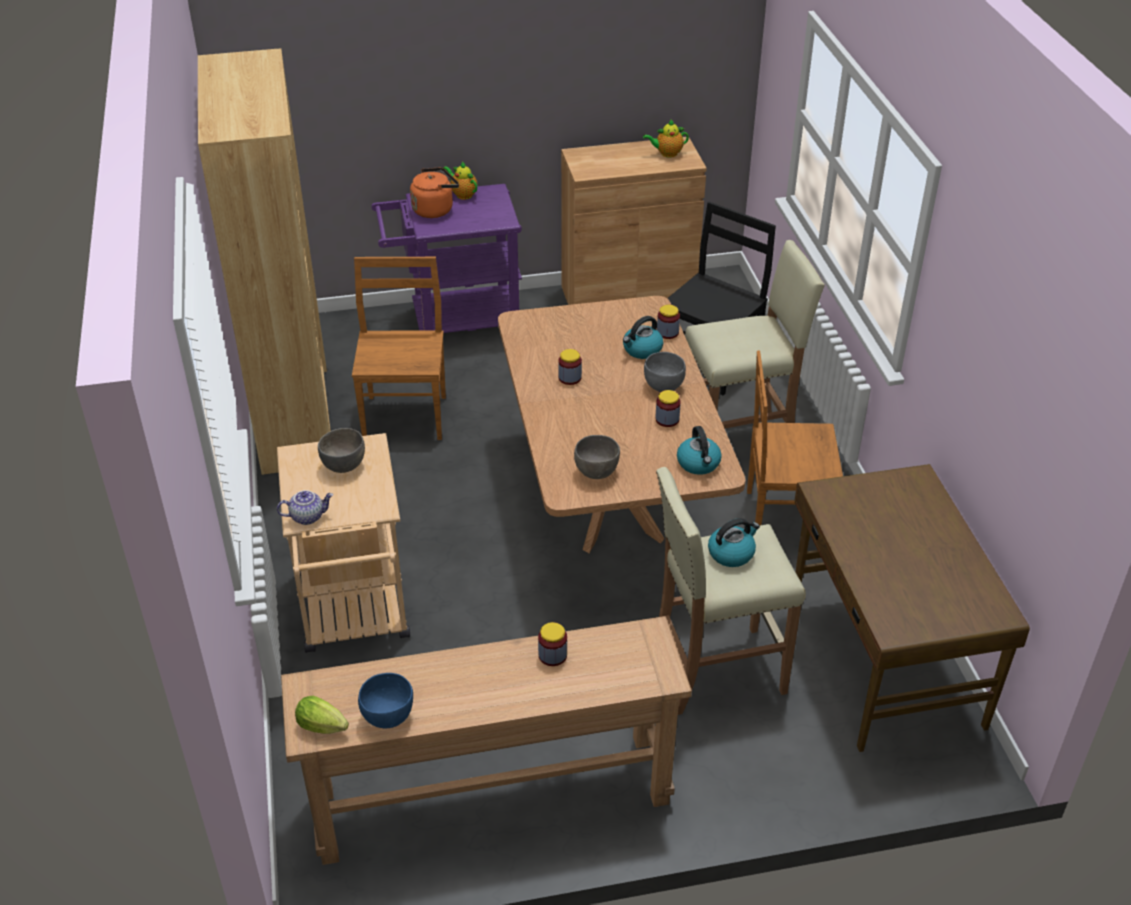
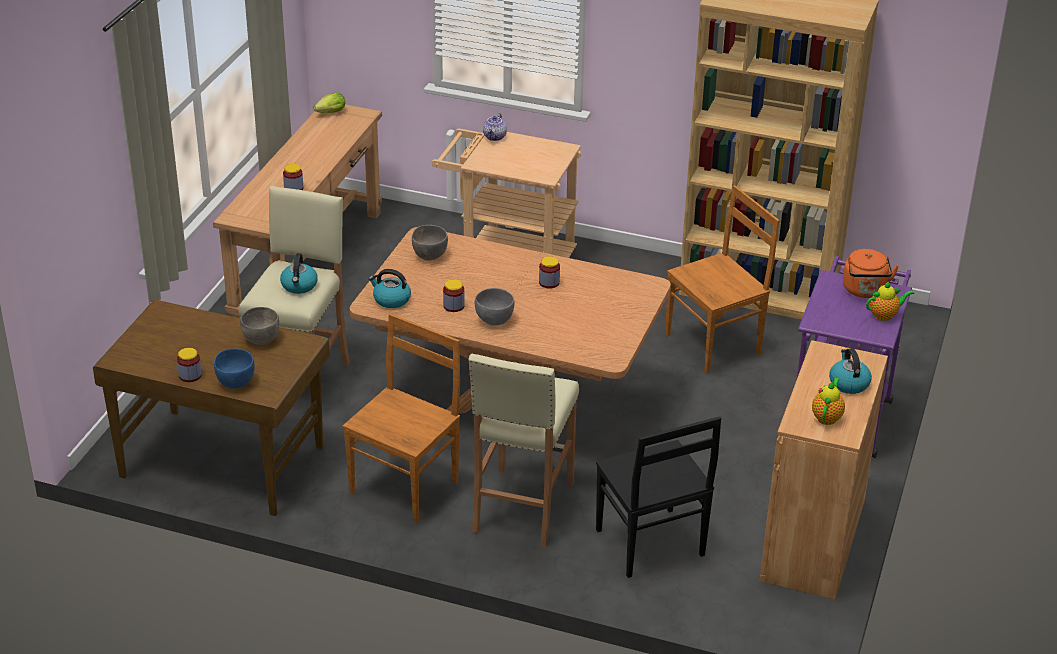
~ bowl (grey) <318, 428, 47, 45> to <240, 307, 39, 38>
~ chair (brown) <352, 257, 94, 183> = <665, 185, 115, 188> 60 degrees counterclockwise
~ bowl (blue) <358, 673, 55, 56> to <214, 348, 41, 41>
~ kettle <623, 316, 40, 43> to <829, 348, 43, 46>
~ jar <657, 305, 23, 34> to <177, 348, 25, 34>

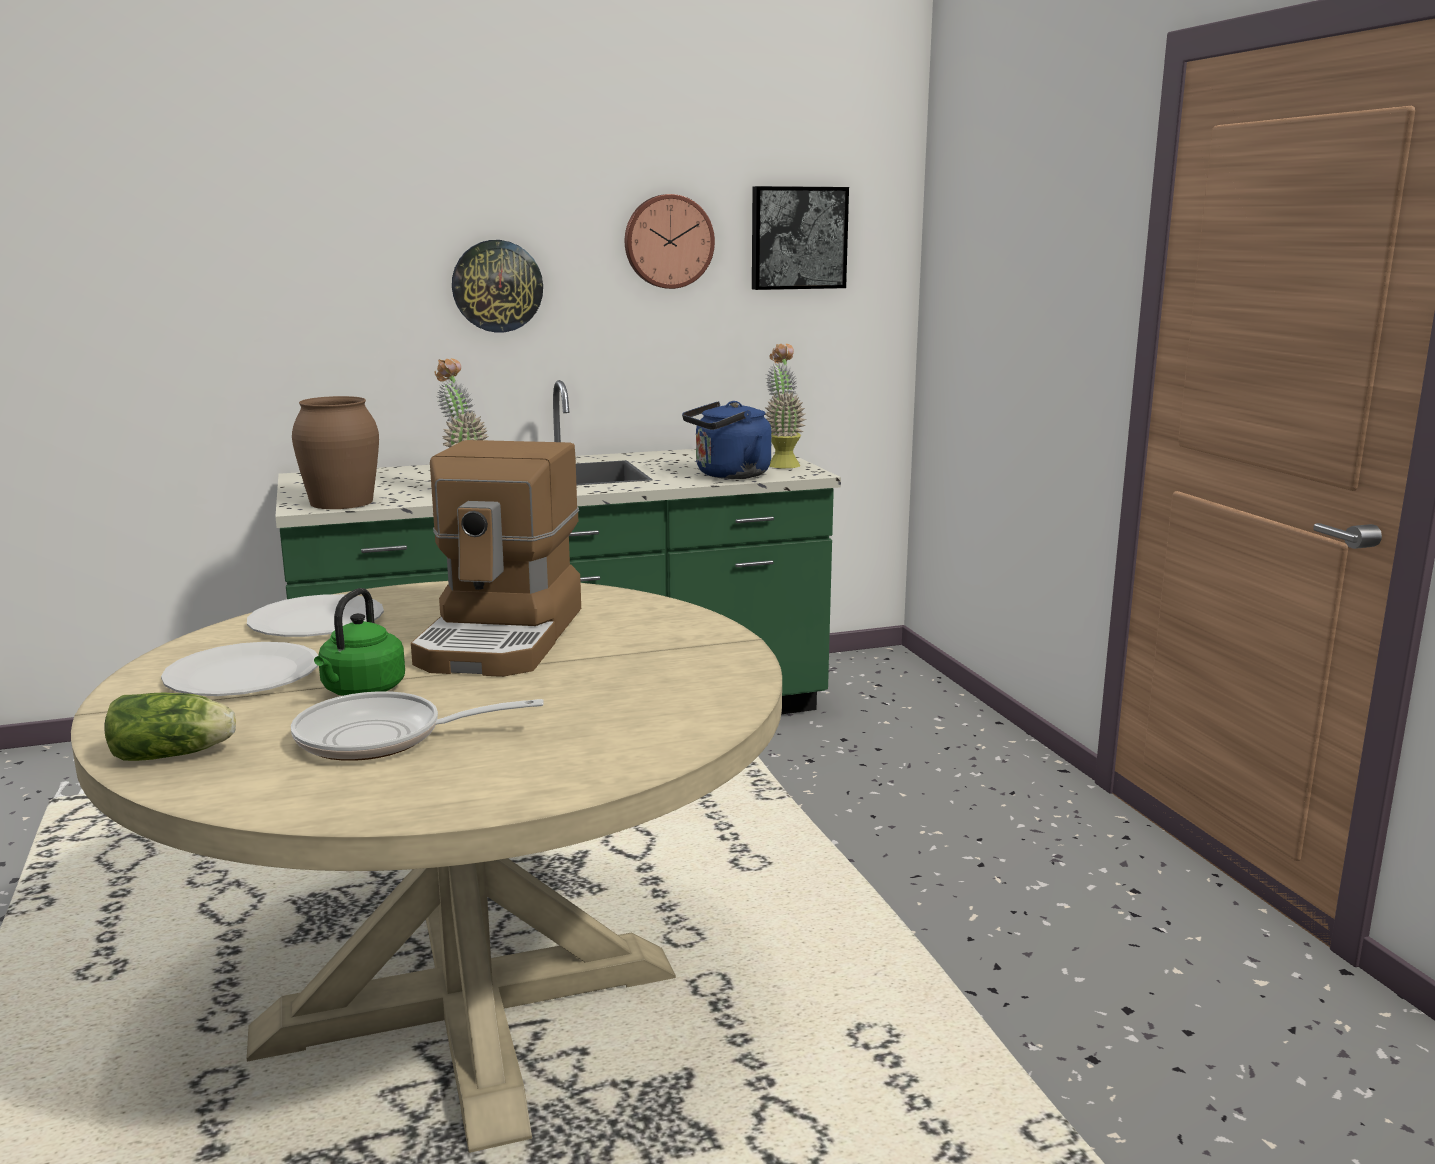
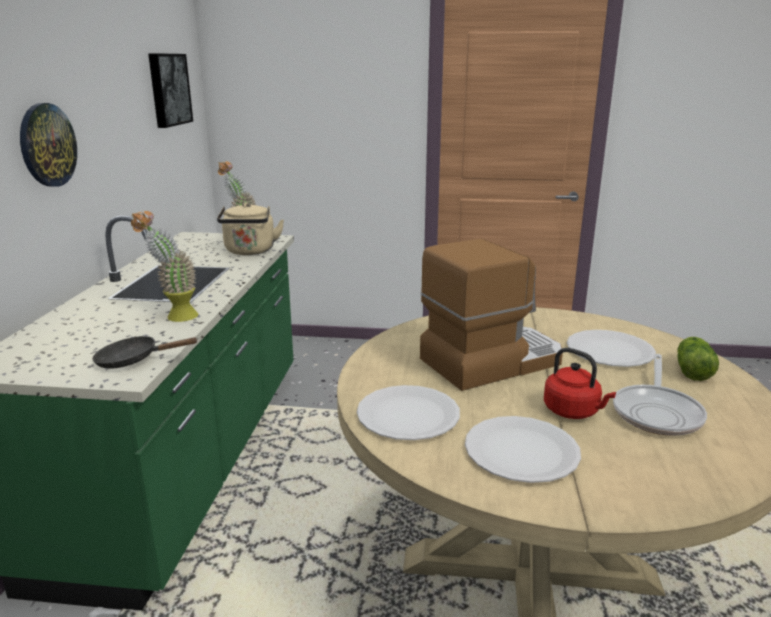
~ lettuce <105, 692, 131, 69> to <677, 337, 42, 44>
~ vase (brown) <292, 396, 87, 113> to frying pan (black) <92, 336, 106, 33>
~ kettle (green) <314, 588, 91, 108> to kettle (red) <544, 348, 72, 71>
~ coffee machine <411, 440, 170, 237> = <420, 239, 143, 152> 60 degrees counterclockwise
- wall clock <625, 194, 90, 95>
~ kettle (blue) <682, 401, 90, 78> to kettle (beige) <217, 203, 67, 52>
+ plate (white) <567, 330, 89, 37>

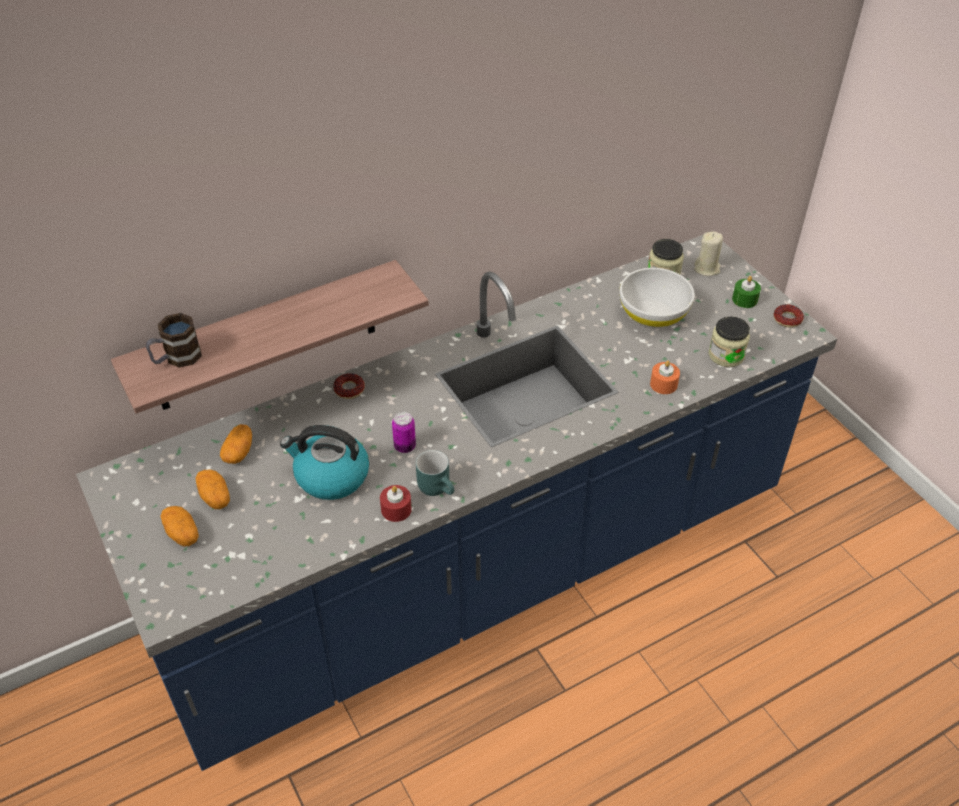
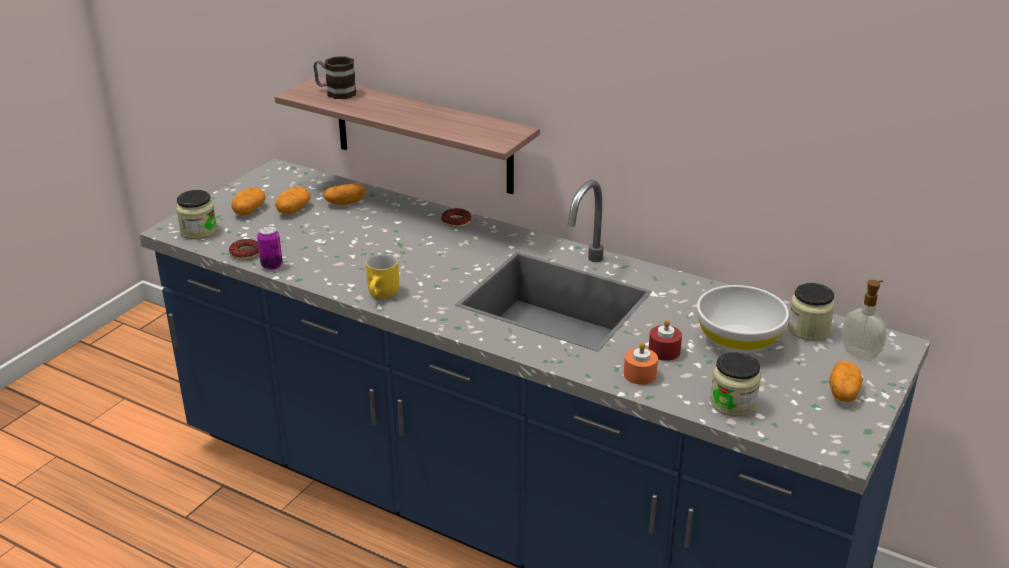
- kettle <280, 425, 89, 75>
~ candle (red) <380, 485, 32, 37> to <649, 319, 33, 42>
~ can <392, 412, 24, 41> to <257, 226, 25, 44>
~ mug (turquoise) <416, 450, 38, 46> to mug (yellow) <366, 254, 33, 45>
~ candle (beige) <694, 232, 29, 44> to soap dispenser <842, 280, 45, 81>
~ candle (green) <732, 276, 29, 32> to potato <829, 361, 34, 41>
~ donut <774, 304, 30, 24> to <229, 239, 30, 21>
+ jar <176, 190, 41, 49>

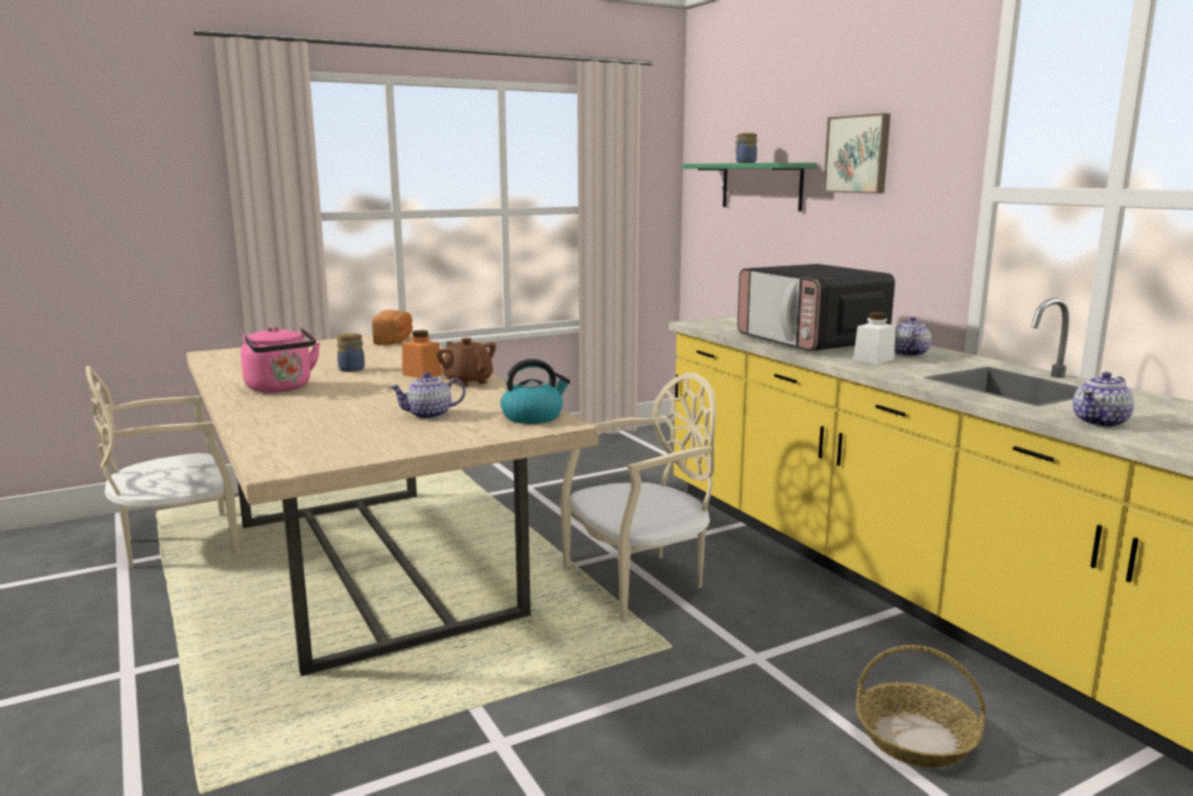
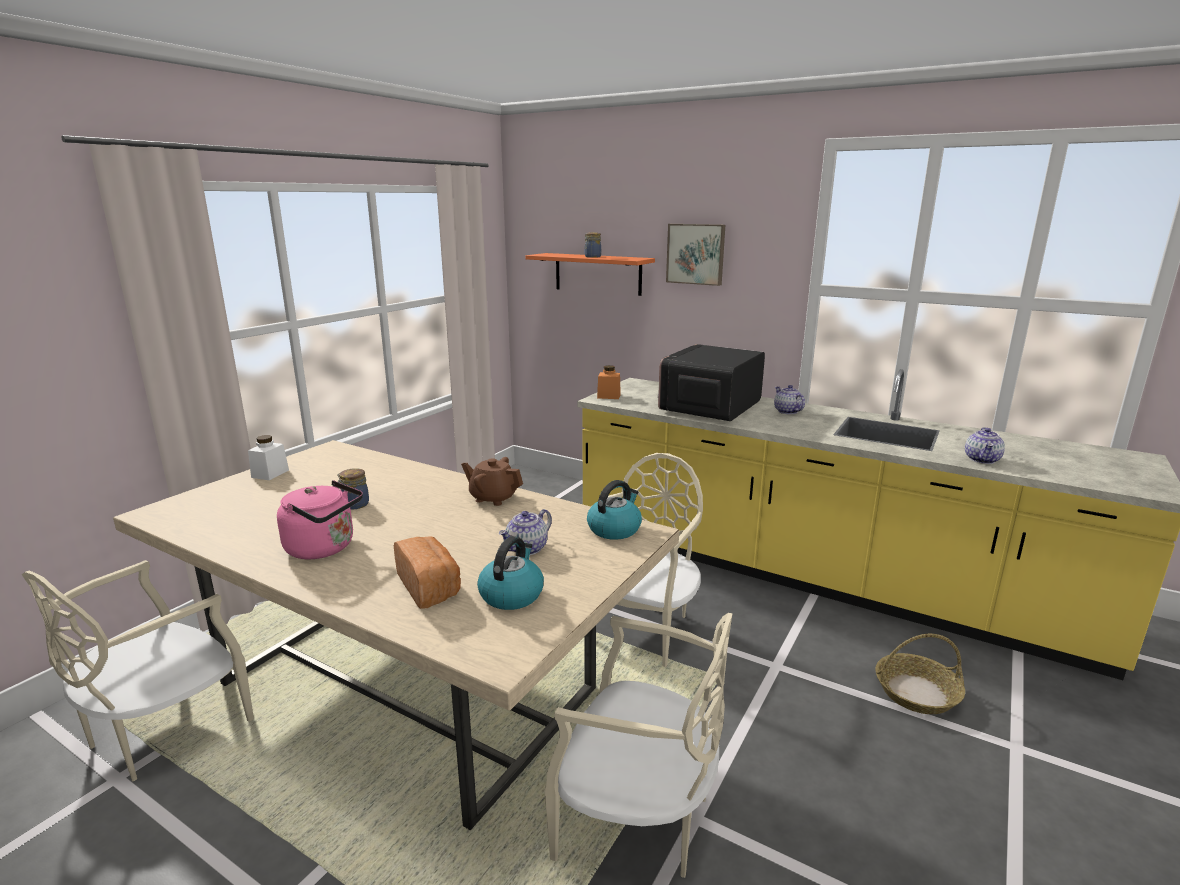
~ bread <372, 310, 40, 35> to <394, 536, 67, 73>
~ jar (orange) <402, 330, 40, 48> to <597, 365, 24, 34>
~ shelf (green) <682, 163, 135, 48> to shelf (orange) <526, 253, 129, 43>
~ microwave <737, 264, 158, 87> = <658, 344, 107, 77> 90 degrees clockwise
~ jar (white) <853, 312, 43, 52> to <248, 435, 41, 45>
+ kettle <477, 536, 67, 74>
+ chair (beige) <545, 613, 187, 265>

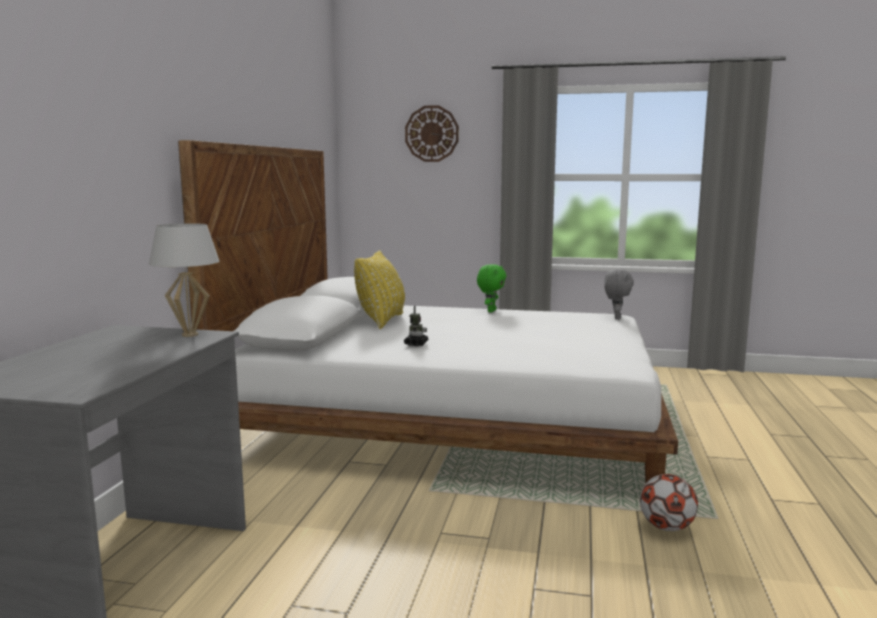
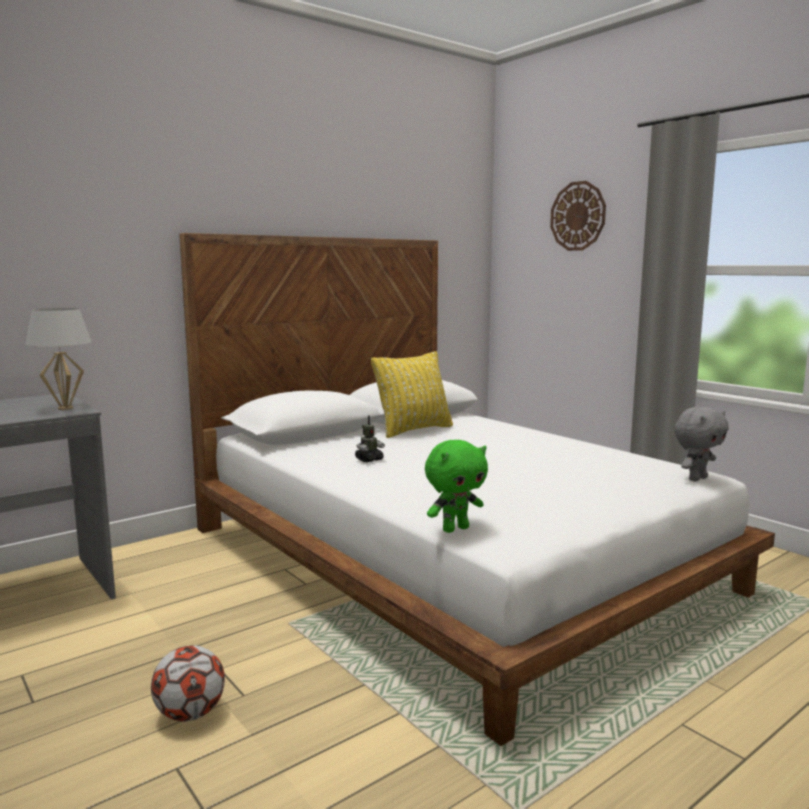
~ plush toy (green) <477, 264, 29, 48> to <425, 440, 63, 93>
~ football <640, 474, 58, 57> to <151, 645, 74, 77>

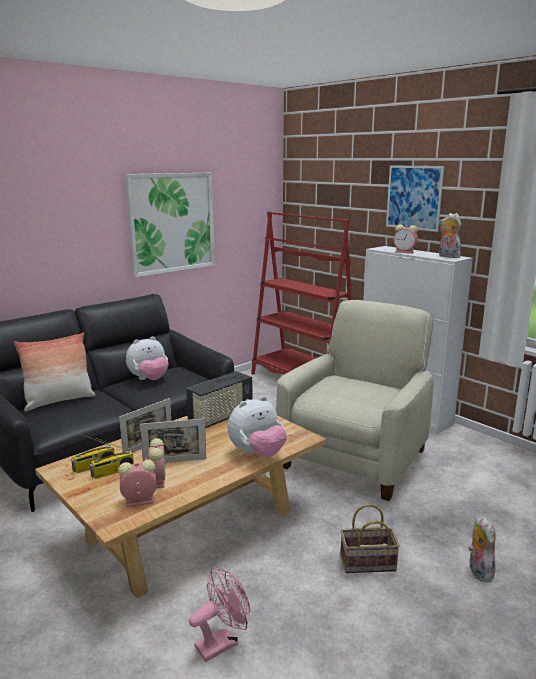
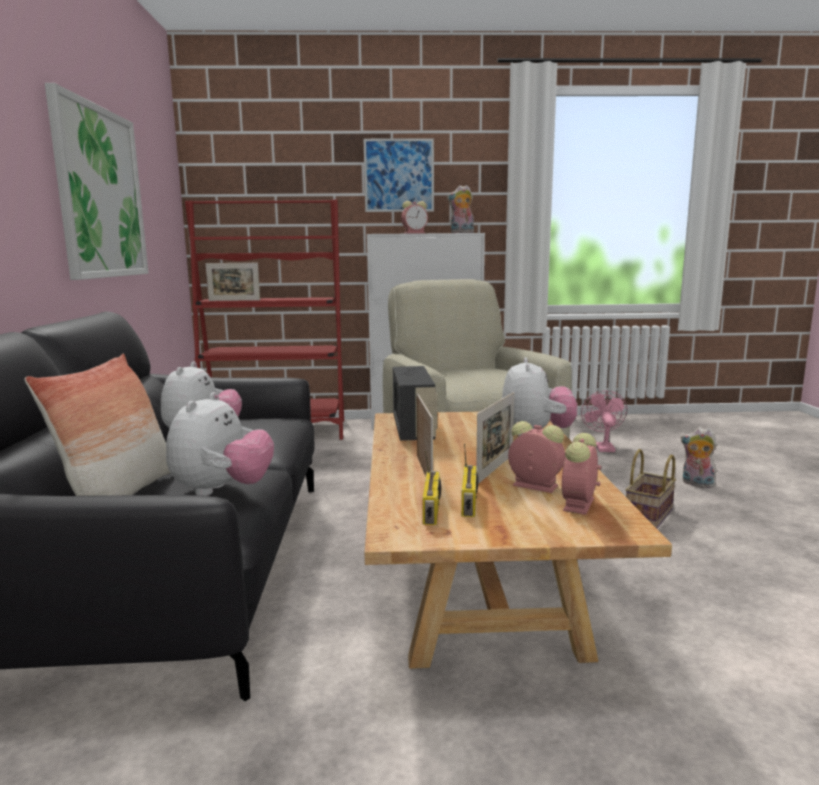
~ fan (pink) <189, 567, 61, 95> to <581, 391, 46, 61>
+ plush toy <166, 392, 108, 104>
+ picture frame <205, 263, 55, 38>

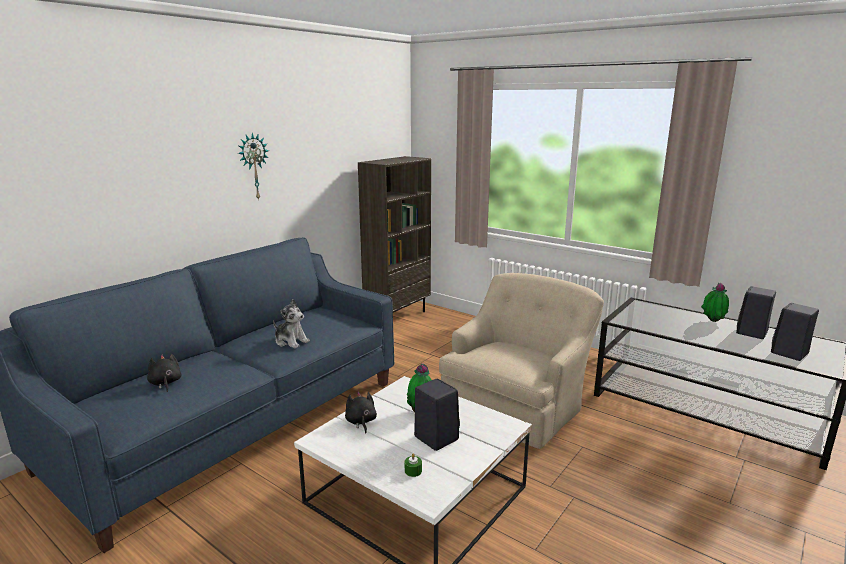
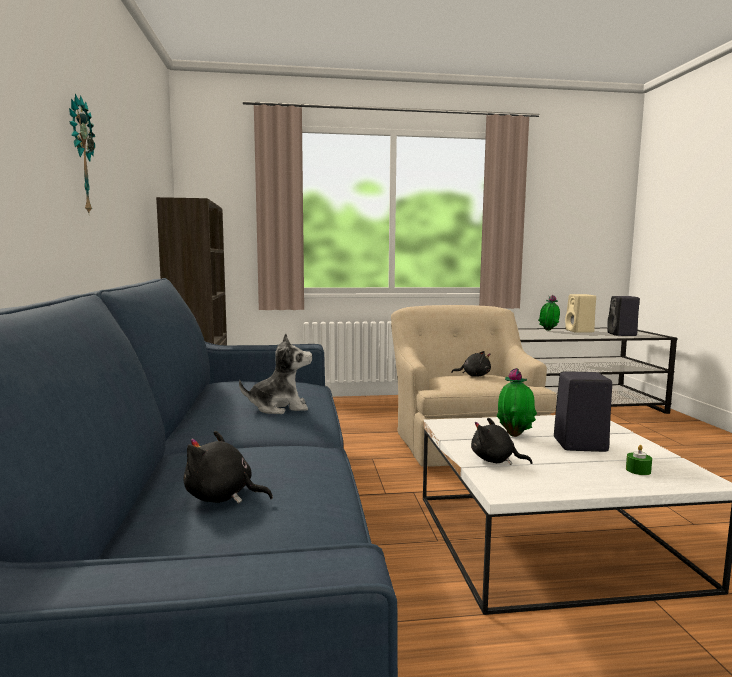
~ speaker (black) <736, 286, 40, 53> to speaker (beige) <565, 294, 31, 39>
+ plush toy (black) <451, 351, 40, 26>

